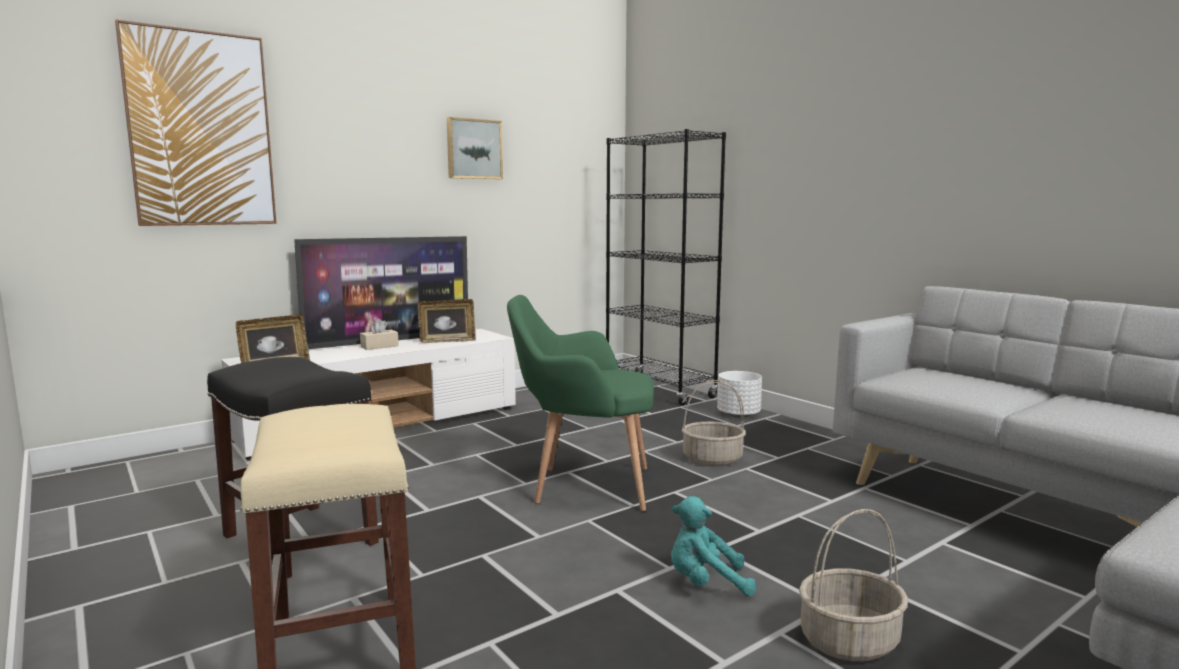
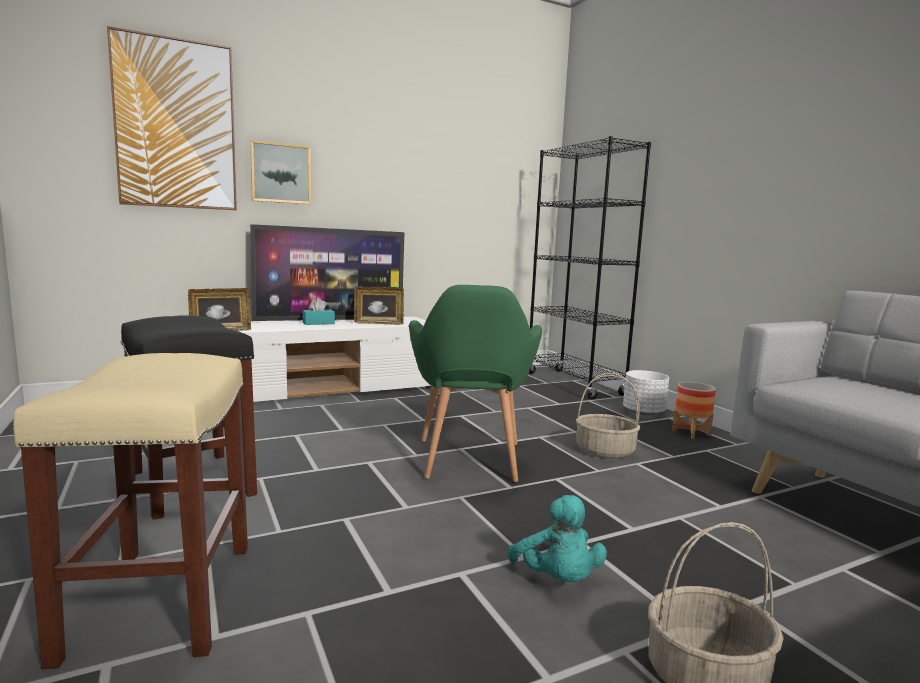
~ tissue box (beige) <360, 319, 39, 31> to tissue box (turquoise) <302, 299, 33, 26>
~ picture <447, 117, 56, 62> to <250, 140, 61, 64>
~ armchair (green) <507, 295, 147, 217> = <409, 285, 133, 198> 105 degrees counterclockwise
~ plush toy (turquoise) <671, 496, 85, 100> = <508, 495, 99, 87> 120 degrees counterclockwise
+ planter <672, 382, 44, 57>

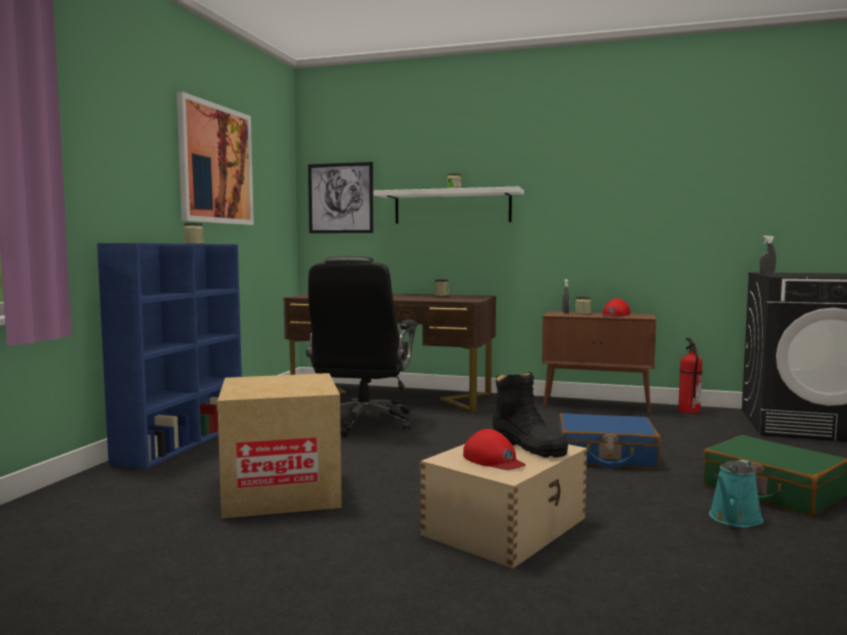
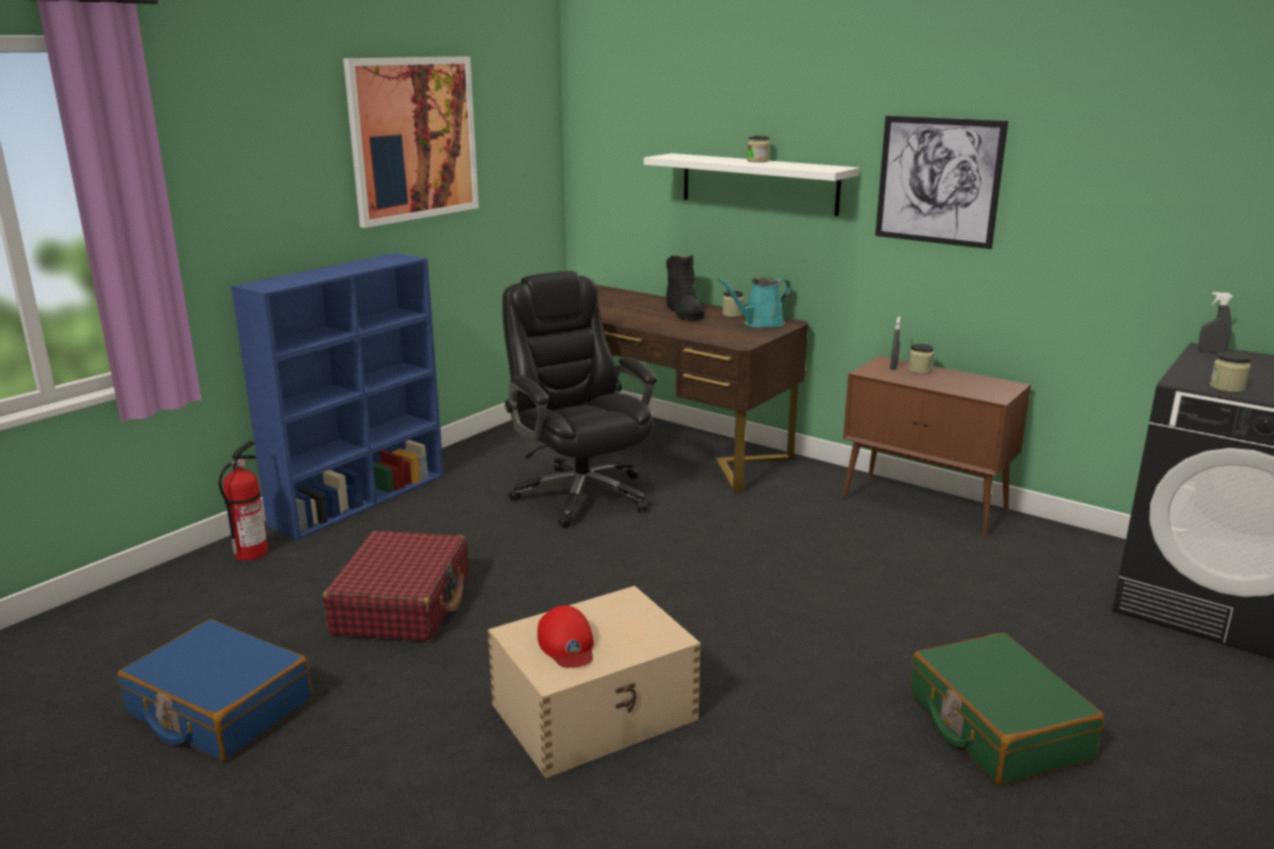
~ jar <183, 223, 21, 21> to <1210, 352, 41, 40>
~ cardboard box <217, 373, 125, 146> to suitcase (red) <323, 531, 145, 111>
~ office chair (black) <306, 256, 111, 181> = <502, 271, 155, 257> 120 degrees clockwise
~ picture <308, 162, 66, 71> to <875, 116, 133, 133>
~ boot (black) <493, 371, 75, 87> to <666, 254, 39, 67>
~ suitcase (blue) <559, 413, 102, 56> to <117, 619, 195, 143>
- cap (red) <602, 298, 28, 19>
~ fire extinguisher <678, 338, 24, 76> to <218, 441, 50, 119>
~ watering can (turquoise) <709, 460, 55, 67> to <718, 277, 73, 51>

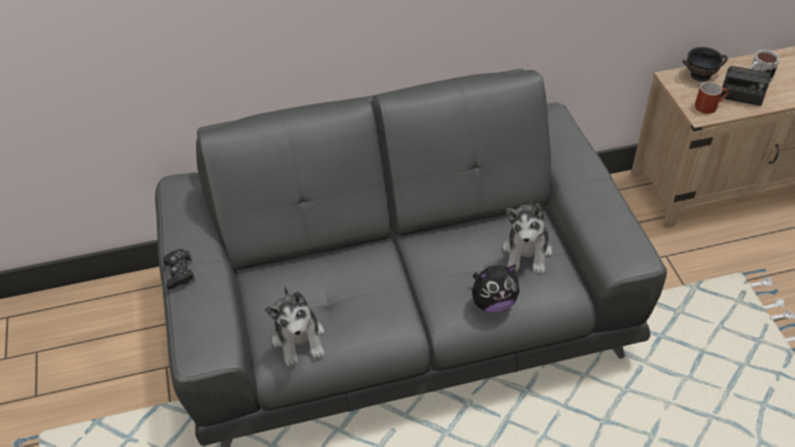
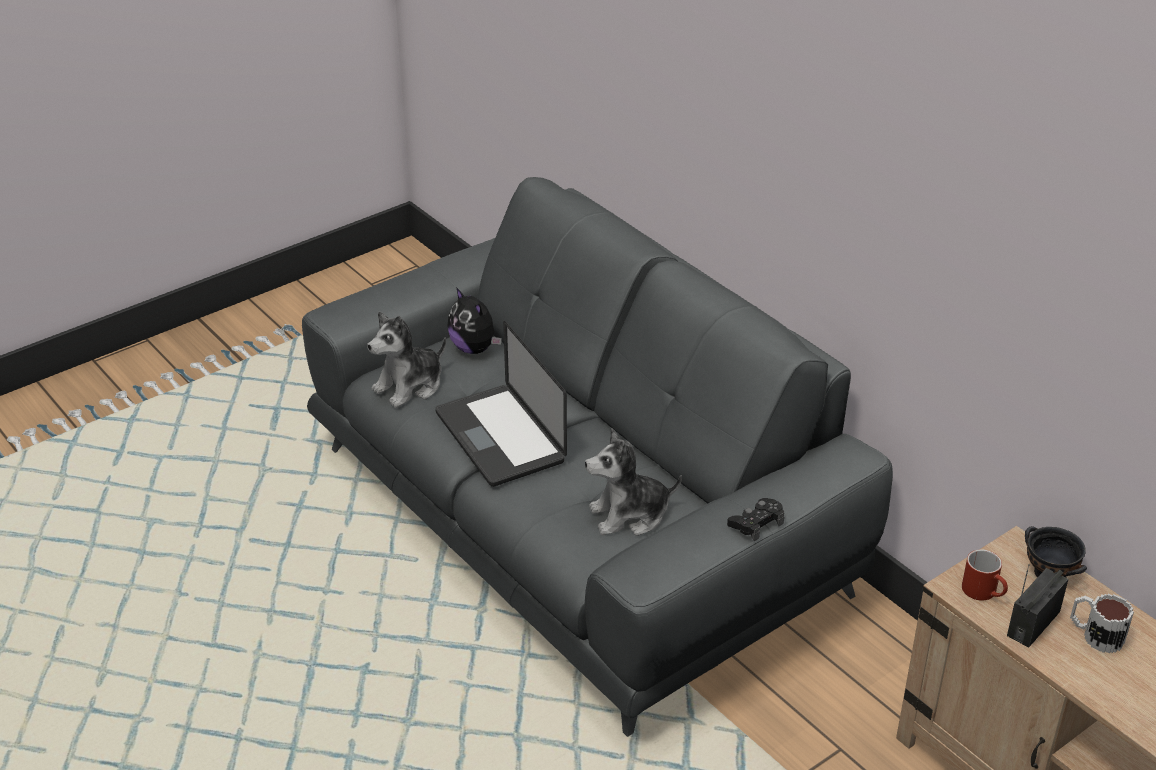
~ game controller (black) <163, 249, 32, 41> to <727, 498, 57, 43>
~ plush toy <472, 264, 47, 49> to <447, 287, 55, 67>
~ radio <720, 55, 57, 51> = <1007, 564, 61, 84> 45 degrees clockwise
+ laptop <435, 321, 132, 166>

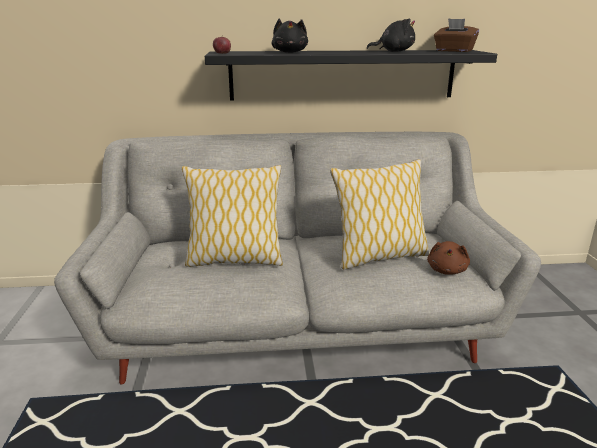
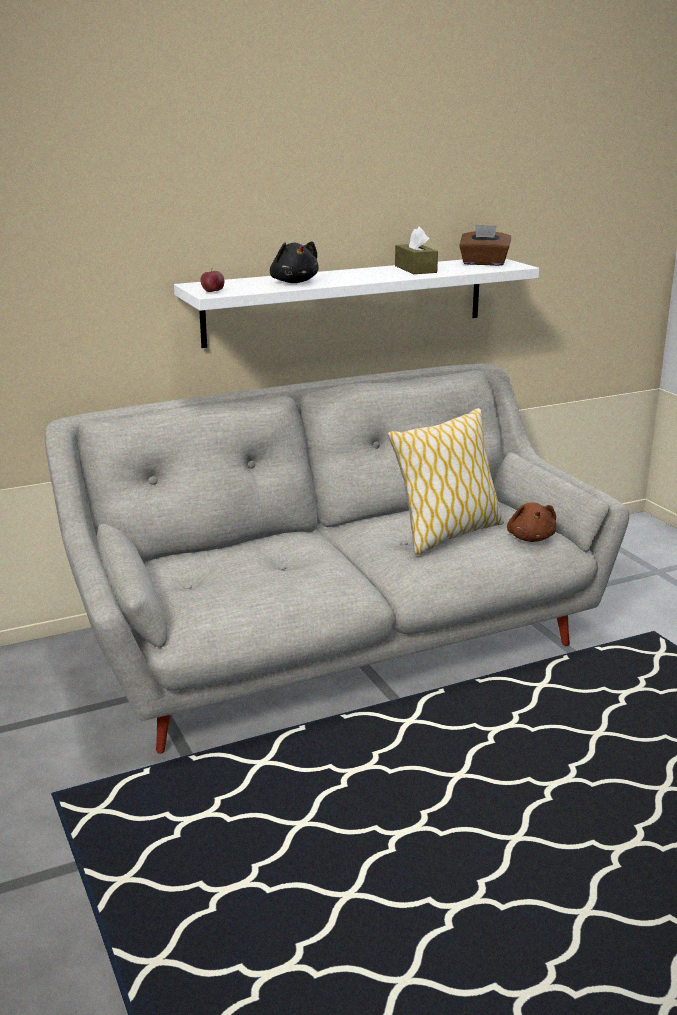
- pillow <182, 165, 101, 102>
~ shelf (black) <205, 50, 292, 50> to shelf (white) <174, 259, 365, 89>
~ plush toy (black) <367, 19, 48, 33> to tissue box (brown) <395, 227, 43, 47>

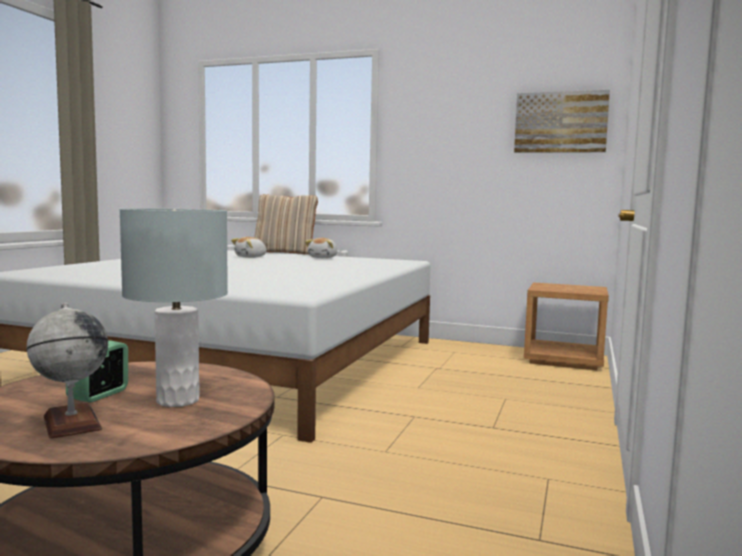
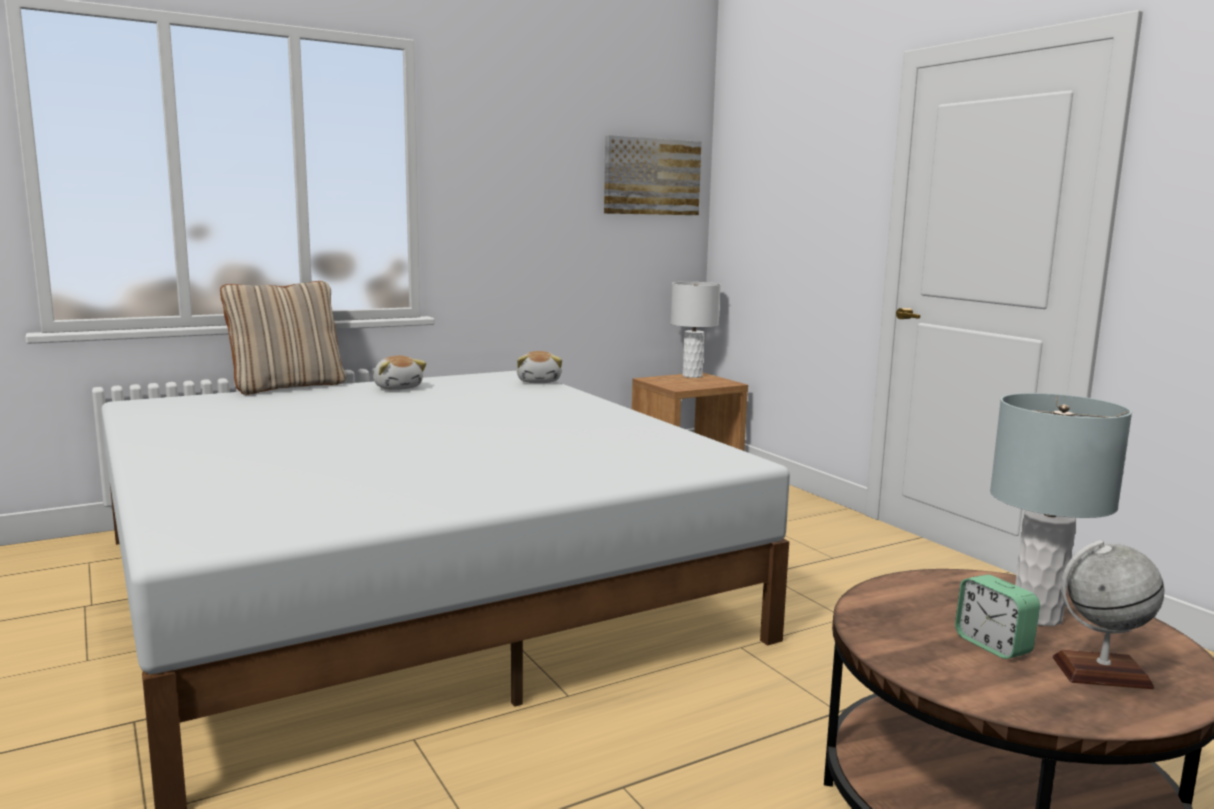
~ plush toy <231, 237, 35, 21> to <517, 351, 45, 32>
+ table lamp (white) <671, 282, 50, 96>

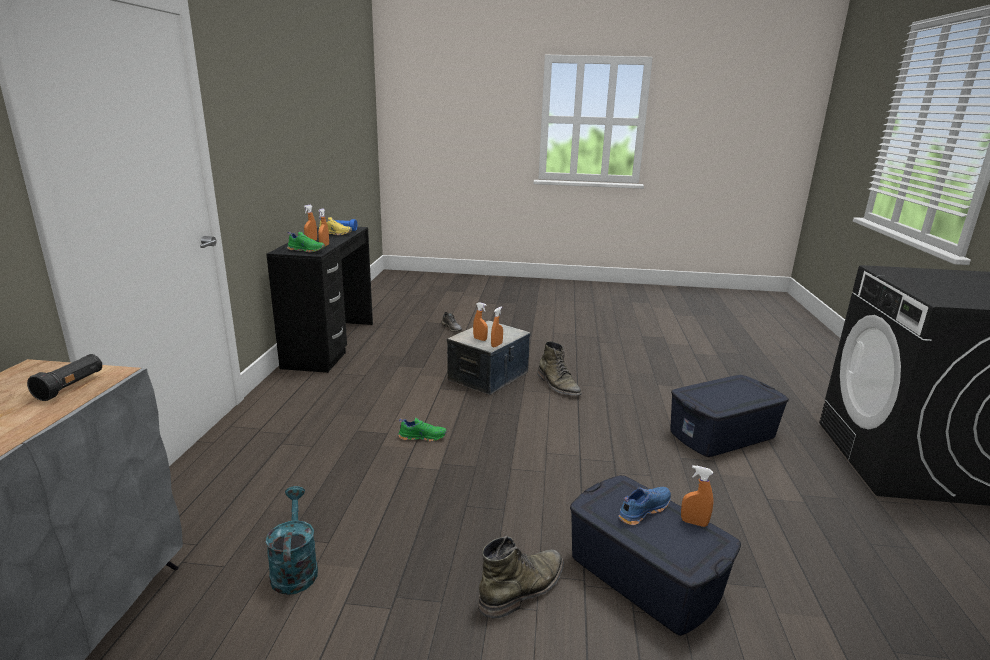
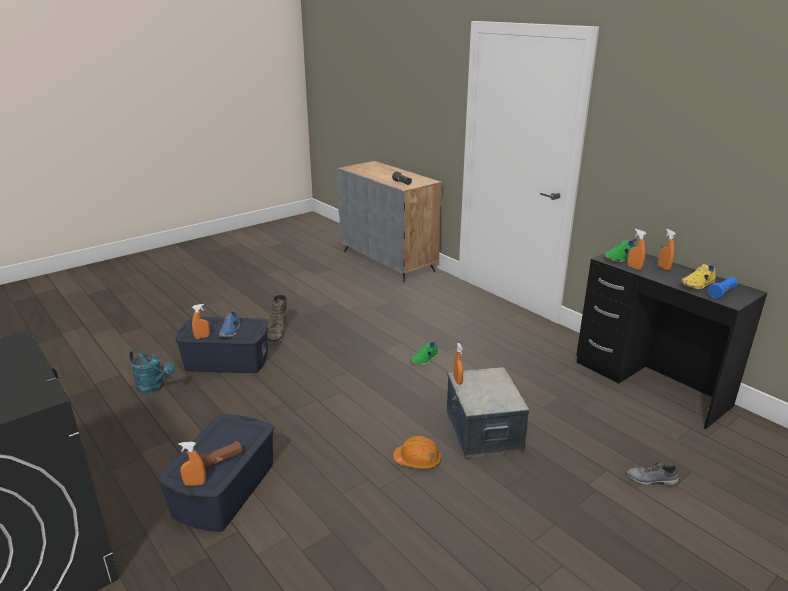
~ watering can (turquoise) <266, 486, 52, 109> to <129, 350, 46, 43>
~ spray bottle (orange) <473, 302, 15, 39> to <178, 442, 28, 44>
~ boot (green) <537, 341, 45, 55> to hard hat (orange) <393, 436, 48, 33>
+ flashlight (brown) <199, 441, 44, 30>

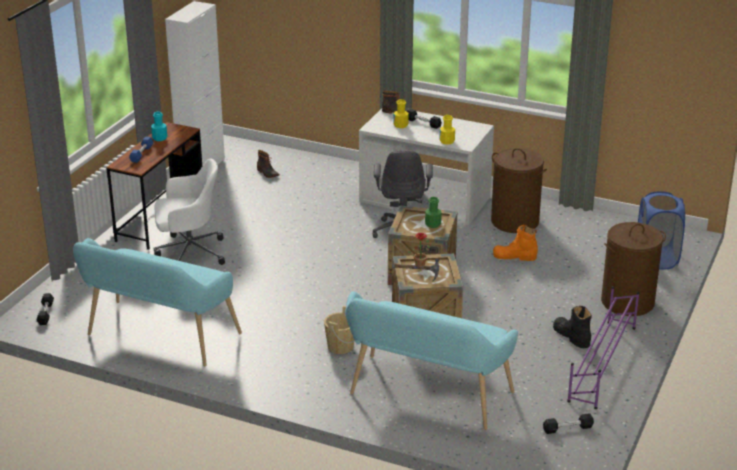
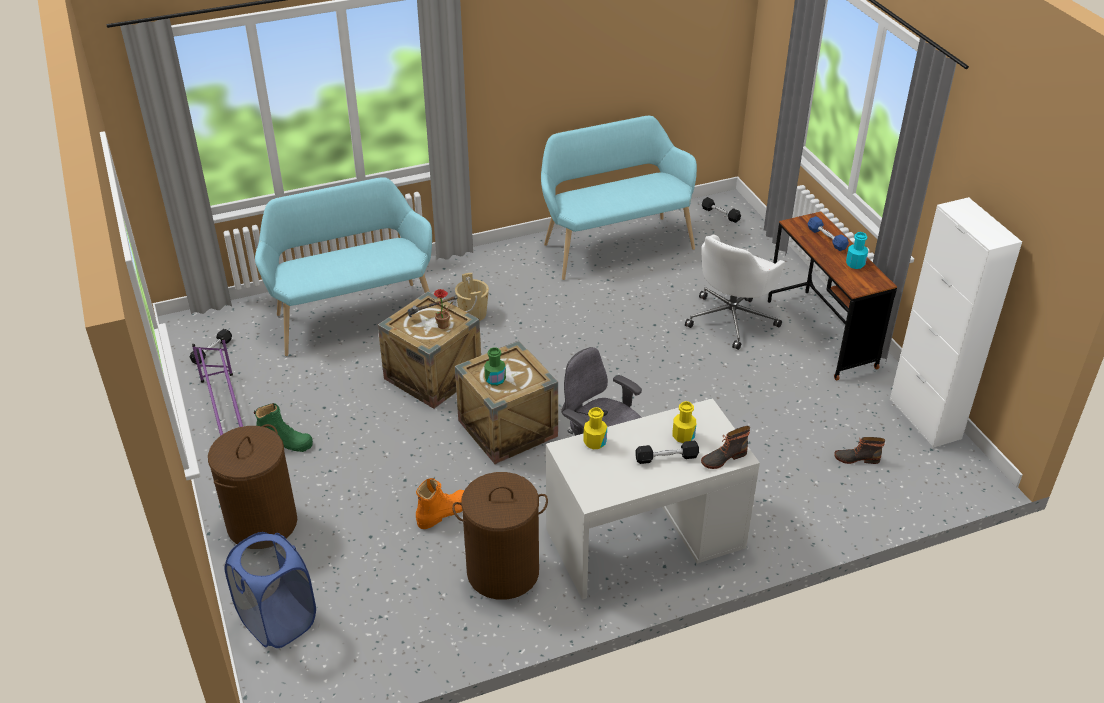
~ boot (black) <553, 306, 39, 42> to boot (green) <254, 403, 59, 49>

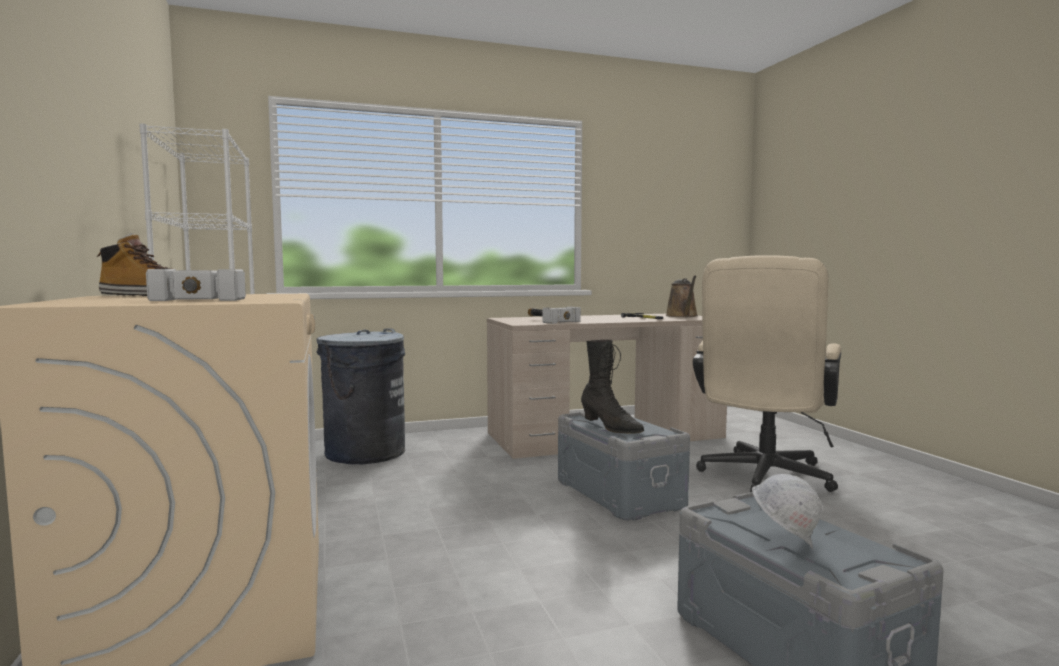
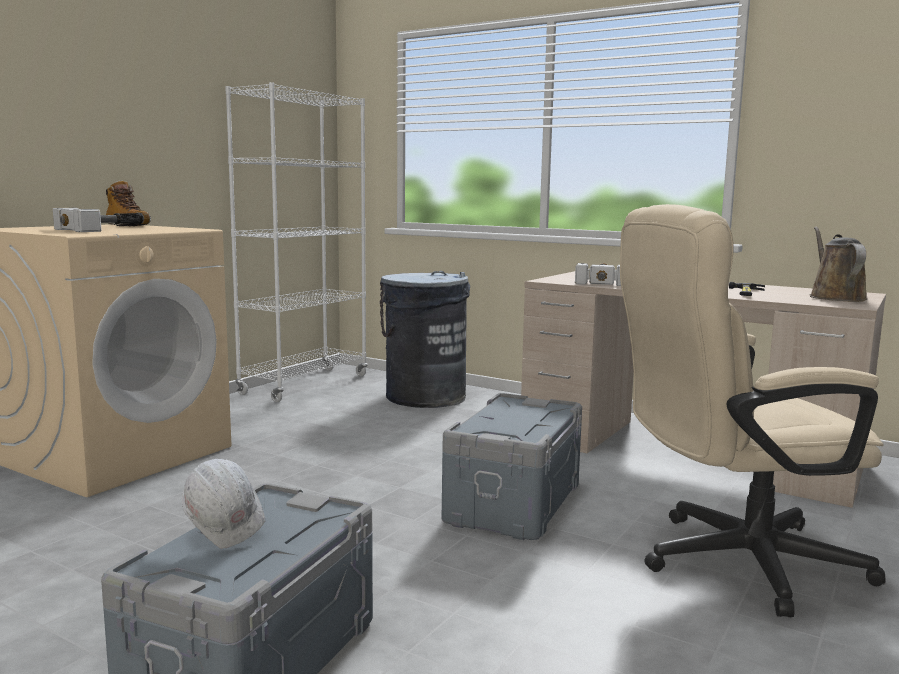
- boot (black) <581, 340, 63, 94>
~ watering can (brown) <665, 276, 33, 41> = <809, 227, 58, 75> 135 degrees clockwise

